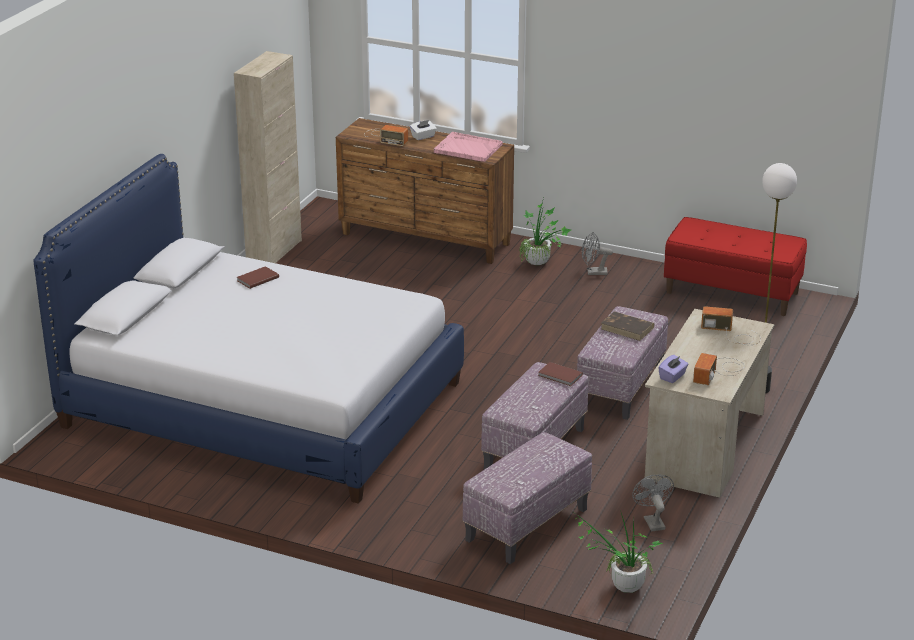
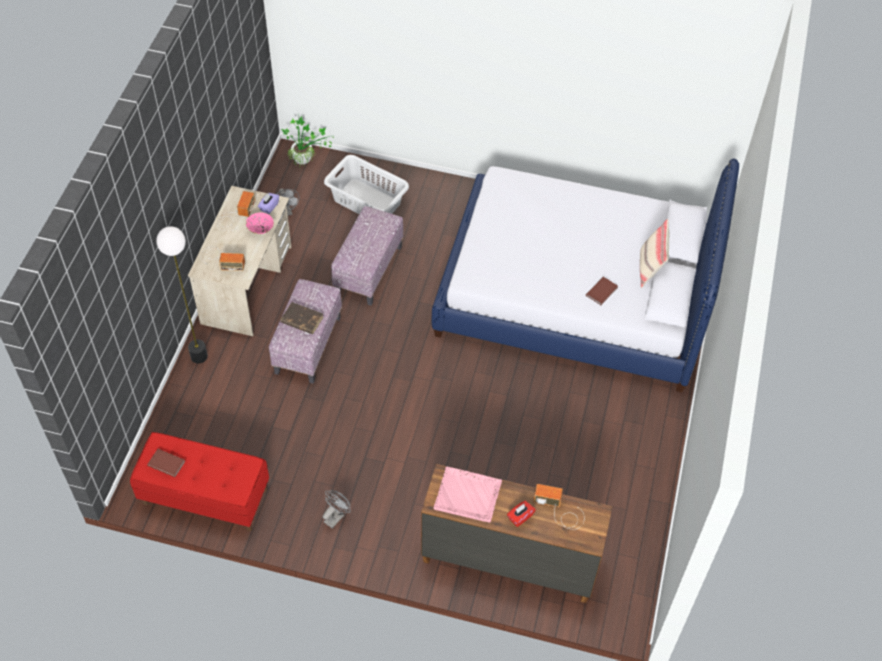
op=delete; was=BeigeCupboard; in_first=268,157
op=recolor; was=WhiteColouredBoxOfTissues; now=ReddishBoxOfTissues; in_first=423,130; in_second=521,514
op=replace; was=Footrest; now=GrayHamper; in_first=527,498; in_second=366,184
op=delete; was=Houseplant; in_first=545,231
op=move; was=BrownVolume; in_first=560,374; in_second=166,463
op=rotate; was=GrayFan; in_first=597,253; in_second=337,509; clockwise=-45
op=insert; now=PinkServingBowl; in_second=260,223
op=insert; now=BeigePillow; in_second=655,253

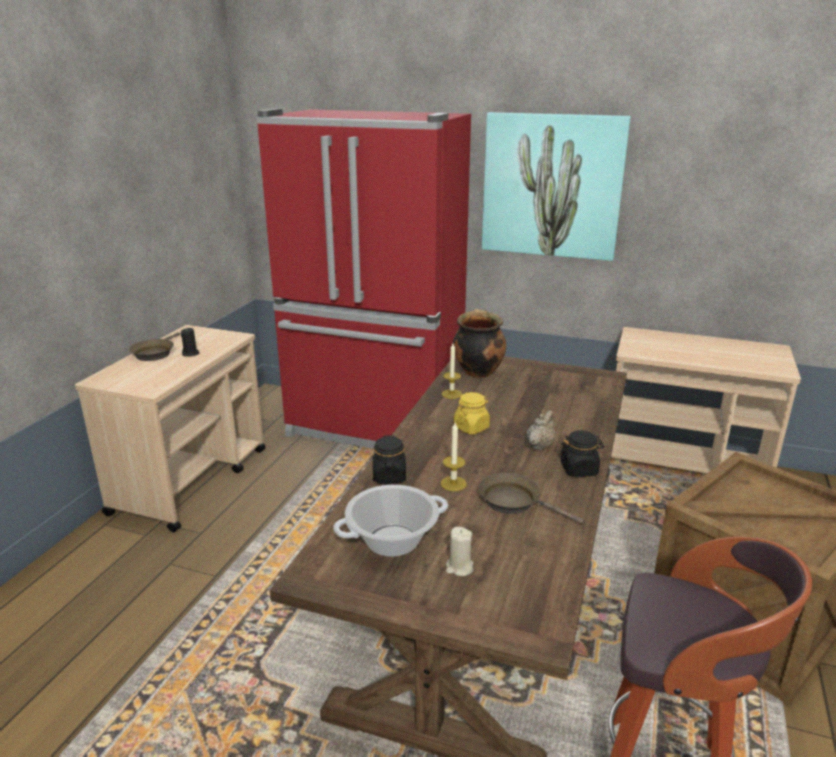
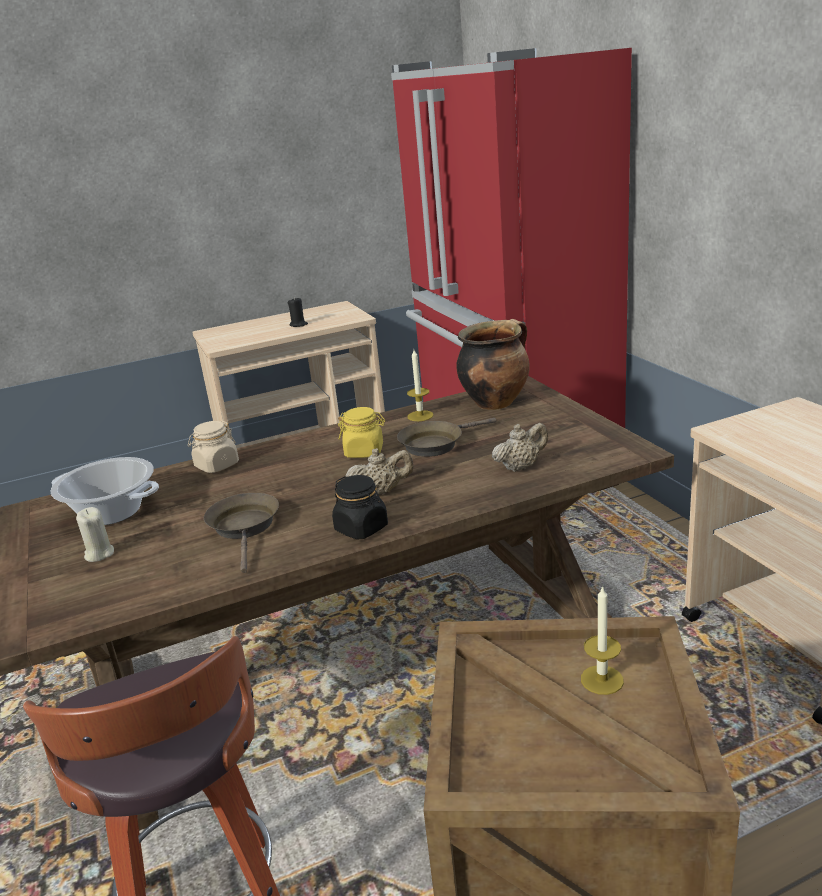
op=move; was=BrownFryingPan; in_first=154,346; in_second=447,437
op=recolor; was=BlackColouredStorageJar; now=BeigeStorageJar; in_first=389,459; in_second=213,447
op=move; was=WaxCandle; in_first=454,457; in_second=602,640
op=delete; was=WallArt; in_first=556,186
op=insert; now=BeigeTeapot; in_second=520,447

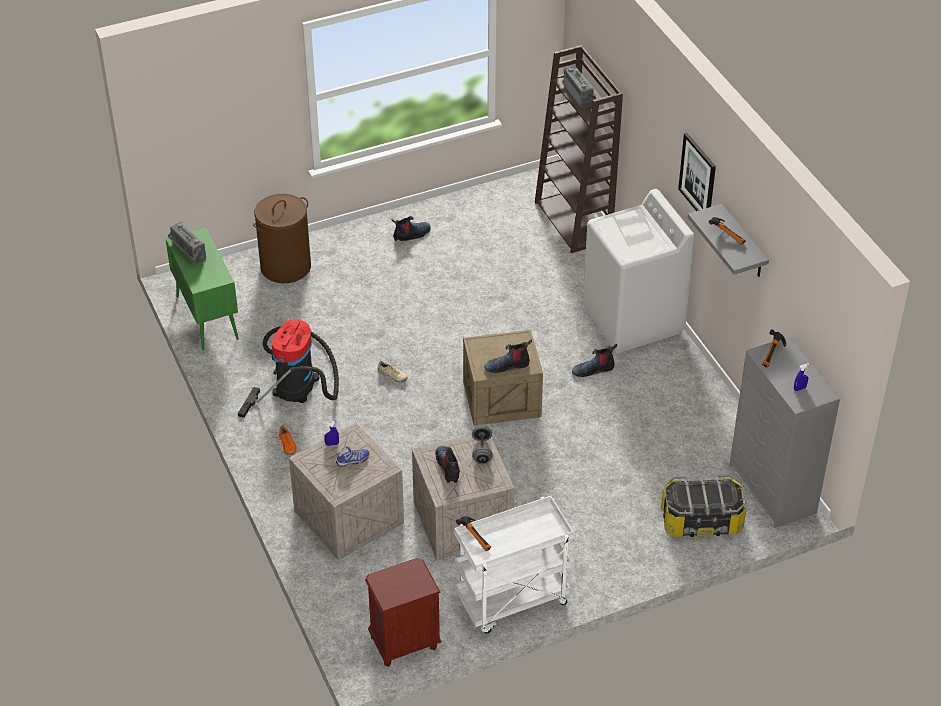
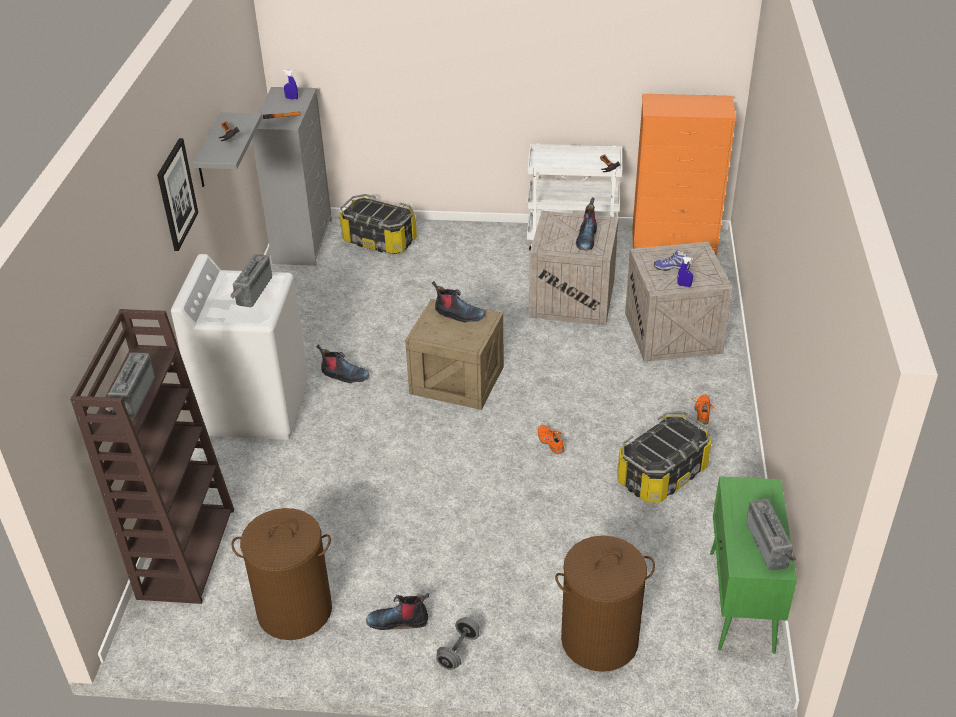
op=replace; was=Hoover; now=StorageContainer; in_first=288,368; in_second=664,457
op=replace; was=BrownNightstand; now=OrangeColouredDresser; in_first=403,612; in_second=684,174
op=recolor; was=BeigeLowShoe; now=OrangeColouredLowShoe; in_first=393,371; in_second=552,439
op=move; was=GrayDumbbell; in_first=482,444; in_second=458,643
op=insert; now=Radio; in_second=251,280
op=insert; now=BrownHamper; in_second=281,574

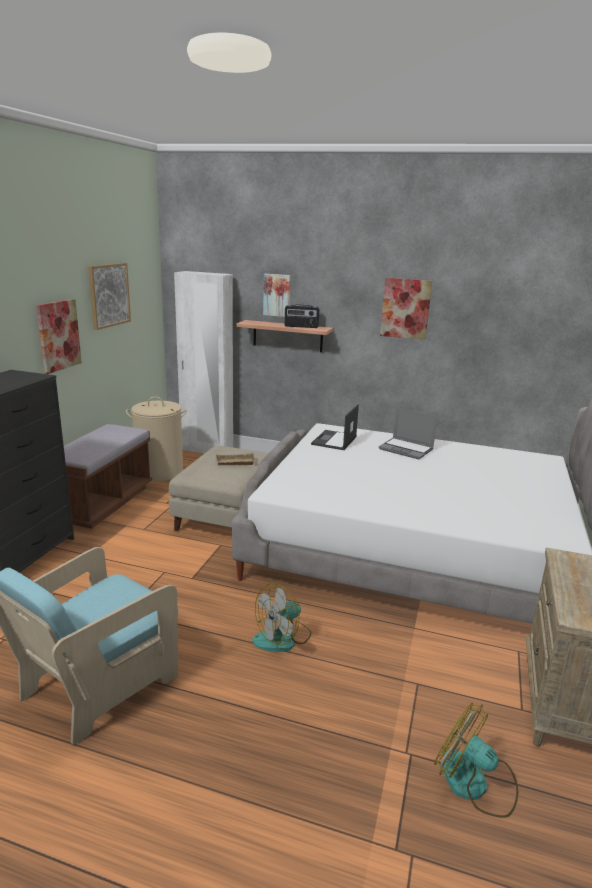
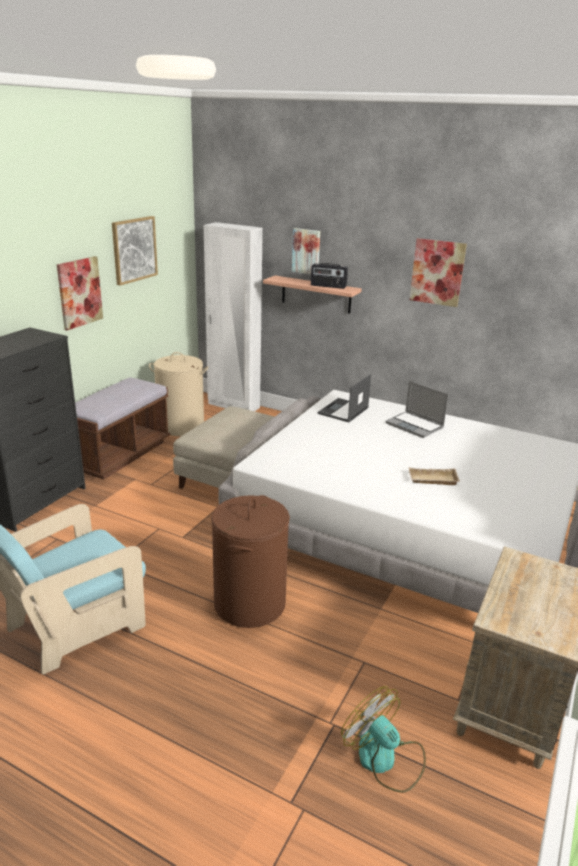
op=move; was=BeigeCarryingTray; in_first=235,459; in_second=434,476
op=replace; was=Fan; now=BrownHamper; in_first=281,617; in_second=250,561

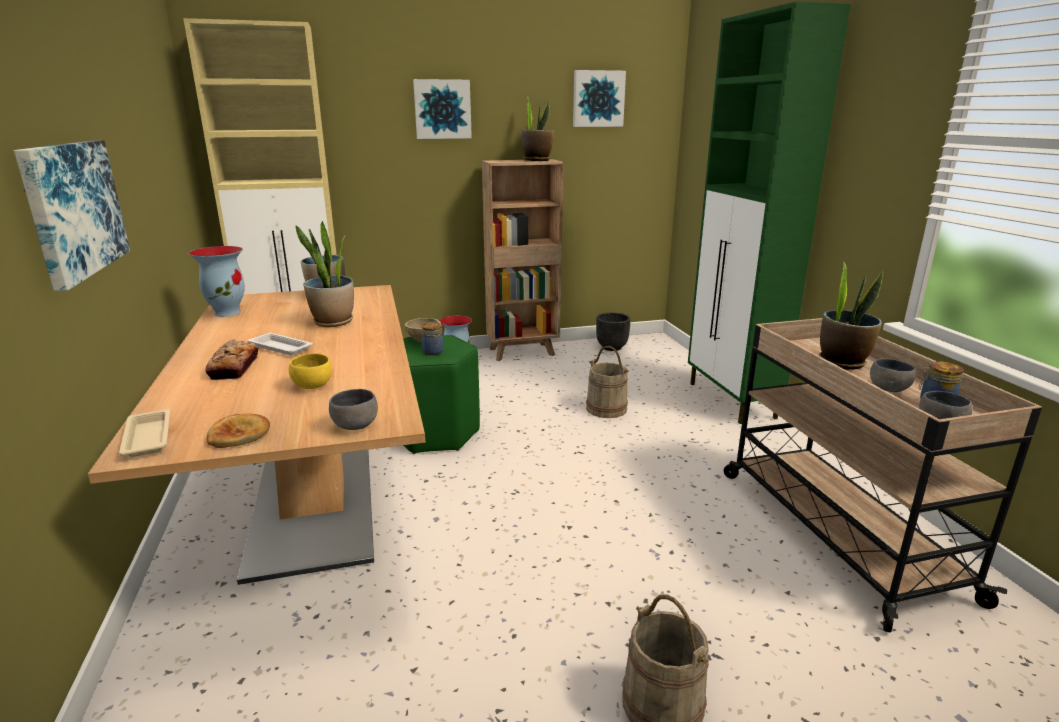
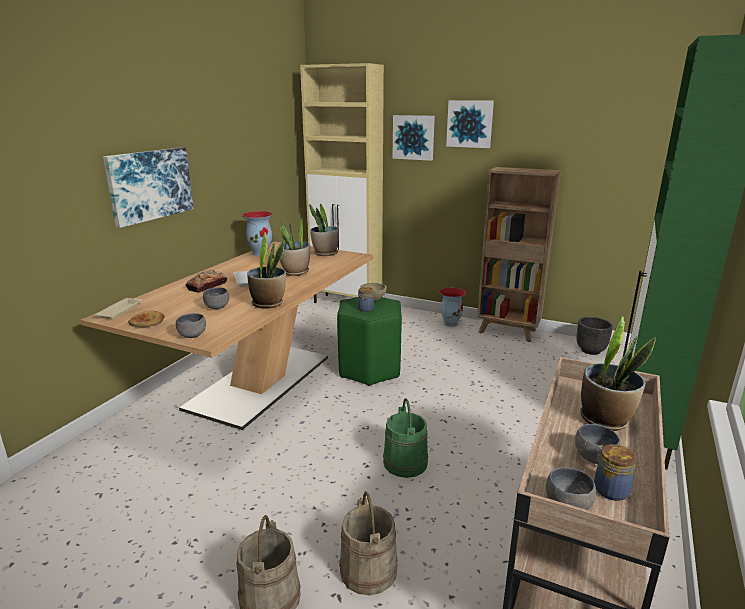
op=recolor; was=YellowColouredServingBowl; now=GrayServingBowl; in_first=310,371; in_second=216,298
op=move; was=Houseplant; in_first=537,128; in_second=266,270
op=move; was=WallArt; in_first=599,98; in_second=413,138
op=move; was=BeigePail; in_first=607,382; in_second=368,543
op=insert; now=GreenPail; in_second=405,438

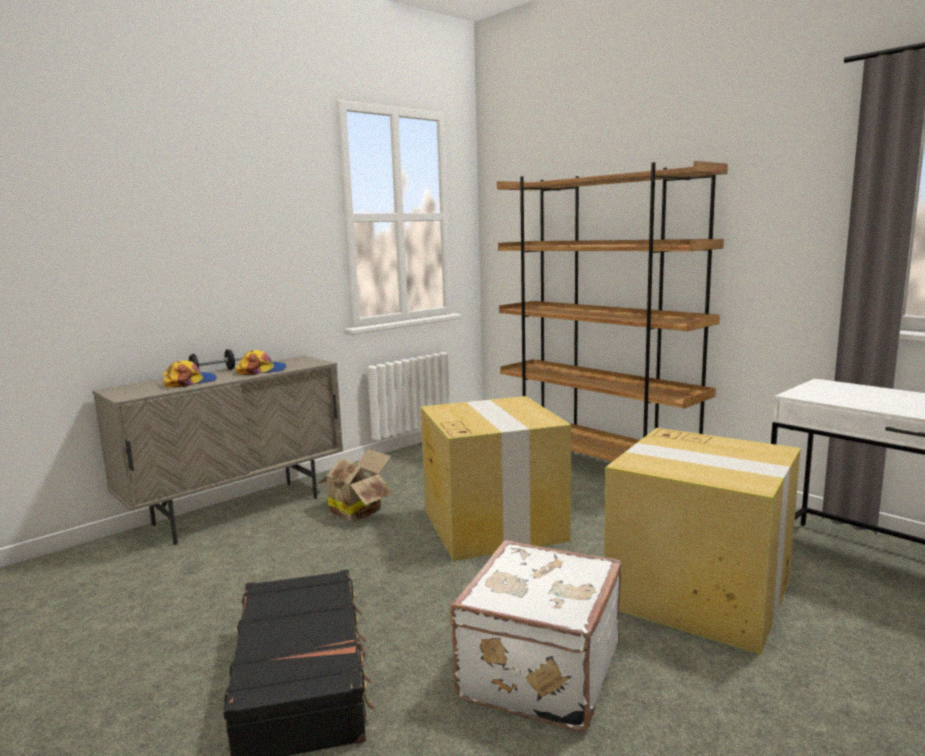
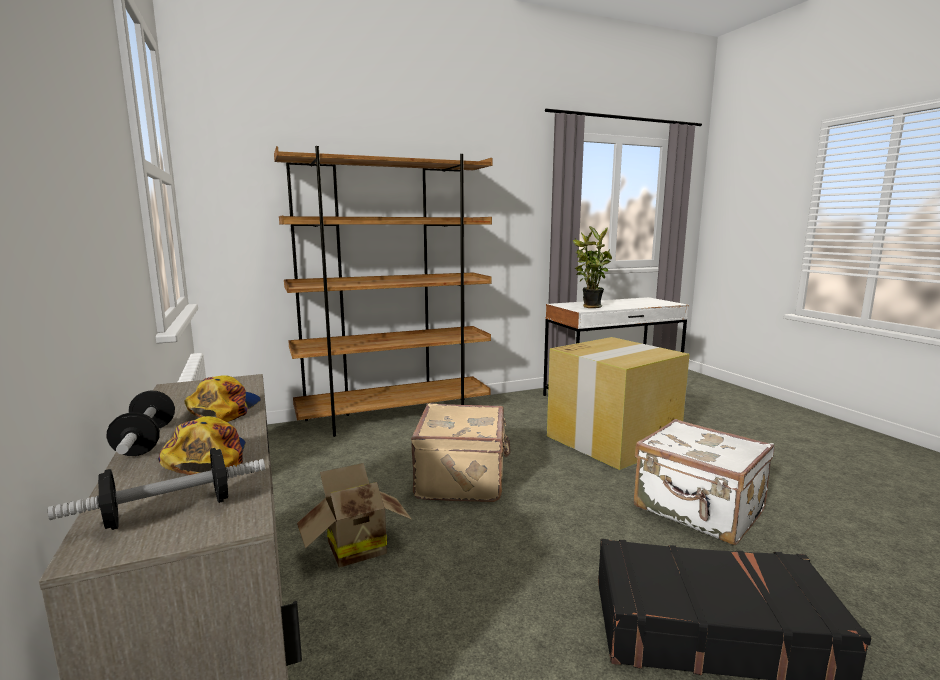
op=replace; was=CardboardBox; now=BeigeSuitcase; in_first=496,478; in_second=461,452
op=insert; now=Dumbbell; in_second=156,489
op=insert; now=Houseplant; in_second=592,267

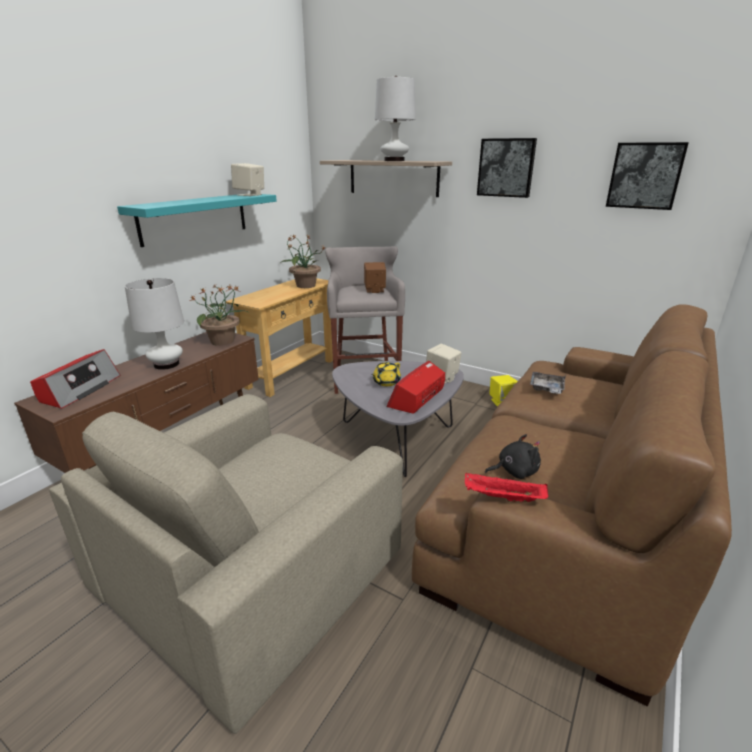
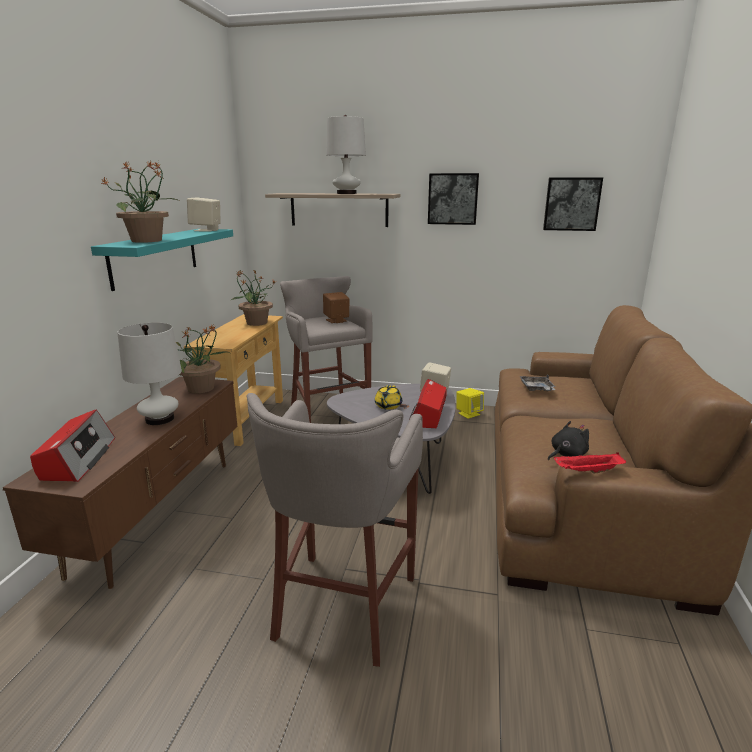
op=replace; was=BeigeArmchair; now=GrayStoolSeat; in_first=226,564; in_second=335,530
op=insert; now=Houseplant; in_second=140,202

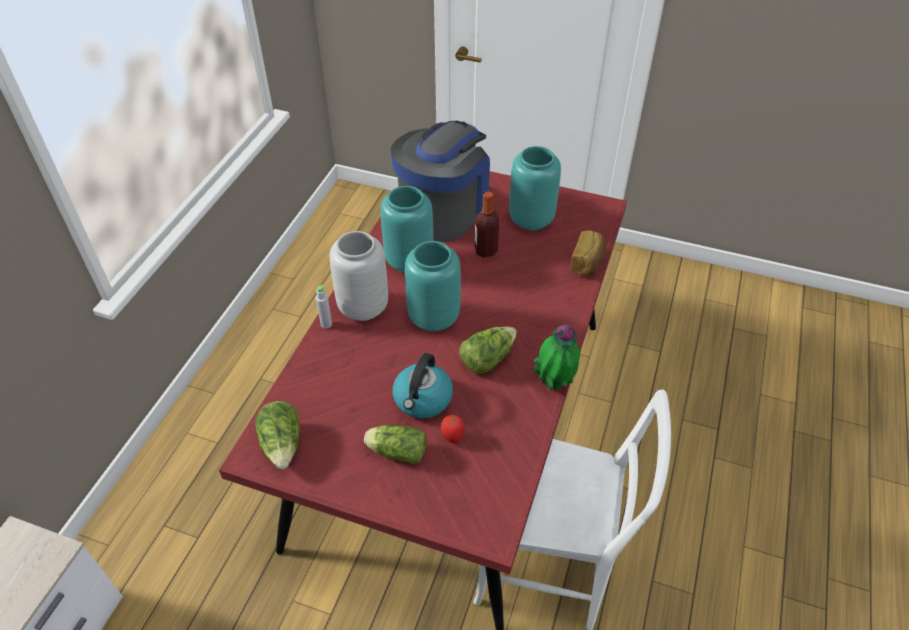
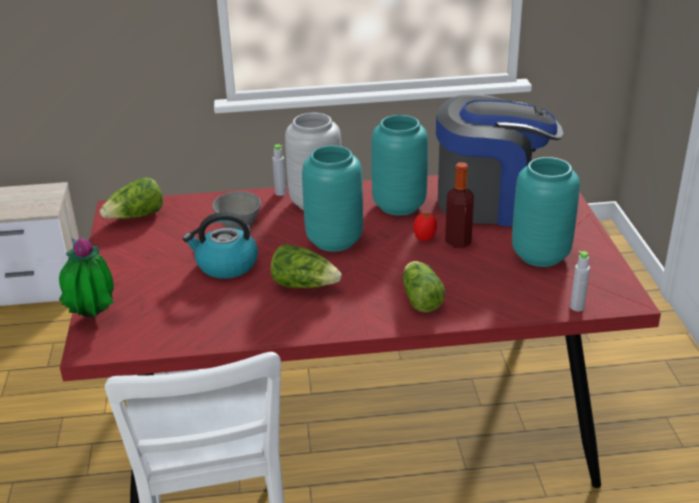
op=move; was=Lettuce; in_first=395,444; in_second=424,286
op=move; was=WholeTomato; in_first=453,429; in_second=425,227
op=move; was=Houseplant; in_first=556,357; in_second=86,277
op=delete; was=Bread; in_first=588,253
op=insert; now=GrayServingBowl; in_second=236,211
op=insert; now=GrayBottle; in_second=580,281

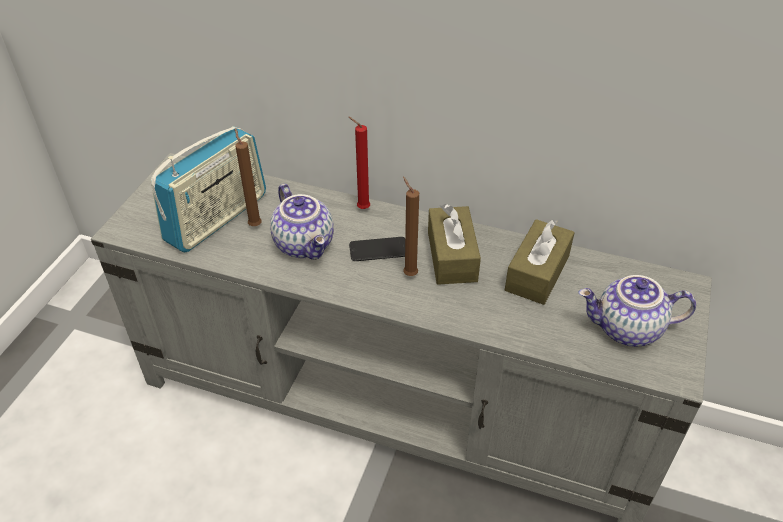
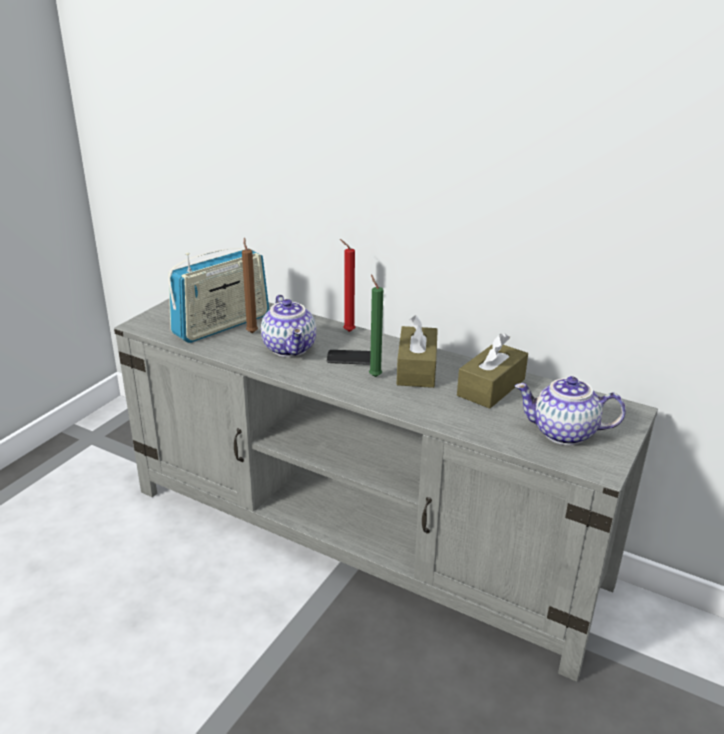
op=recolor; was=BrownWaxCandle; now=GreenWaxCandle; in_first=411,226; in_second=376,326

